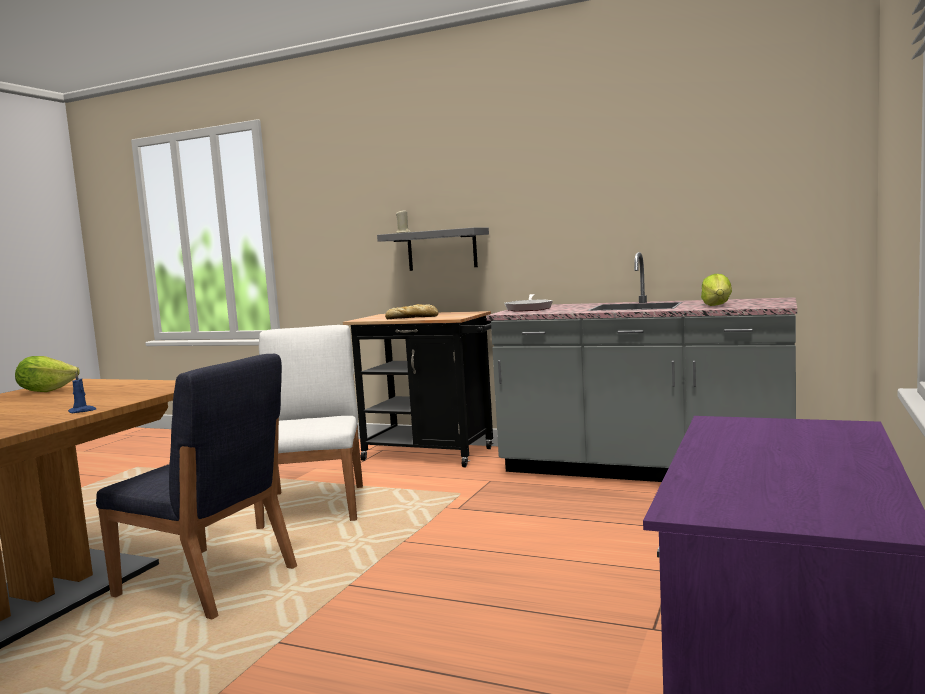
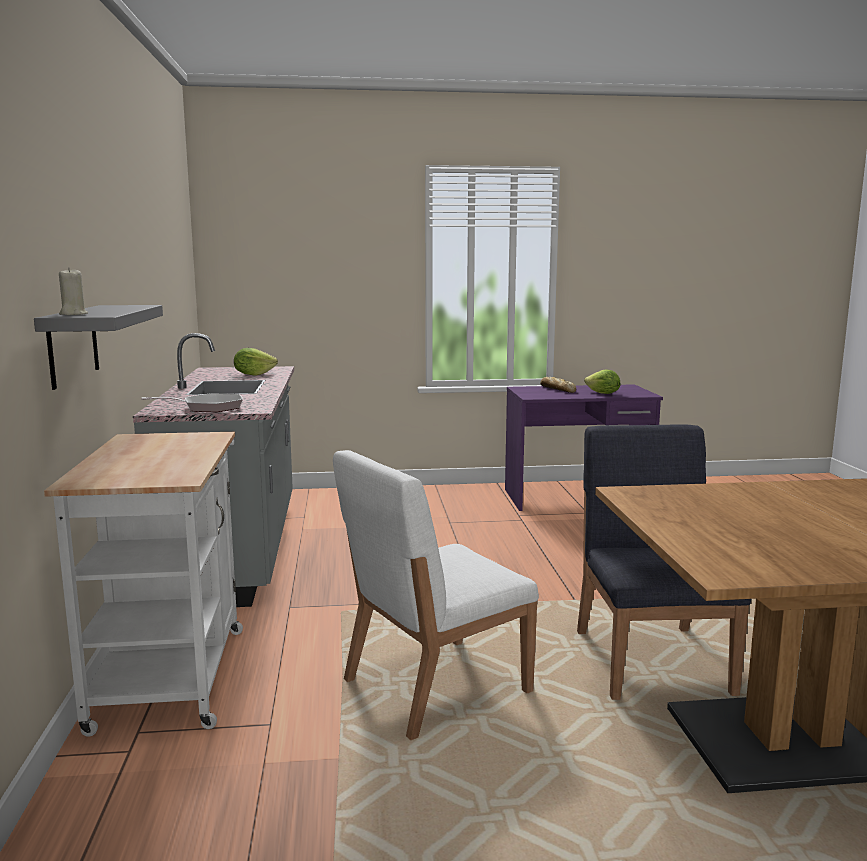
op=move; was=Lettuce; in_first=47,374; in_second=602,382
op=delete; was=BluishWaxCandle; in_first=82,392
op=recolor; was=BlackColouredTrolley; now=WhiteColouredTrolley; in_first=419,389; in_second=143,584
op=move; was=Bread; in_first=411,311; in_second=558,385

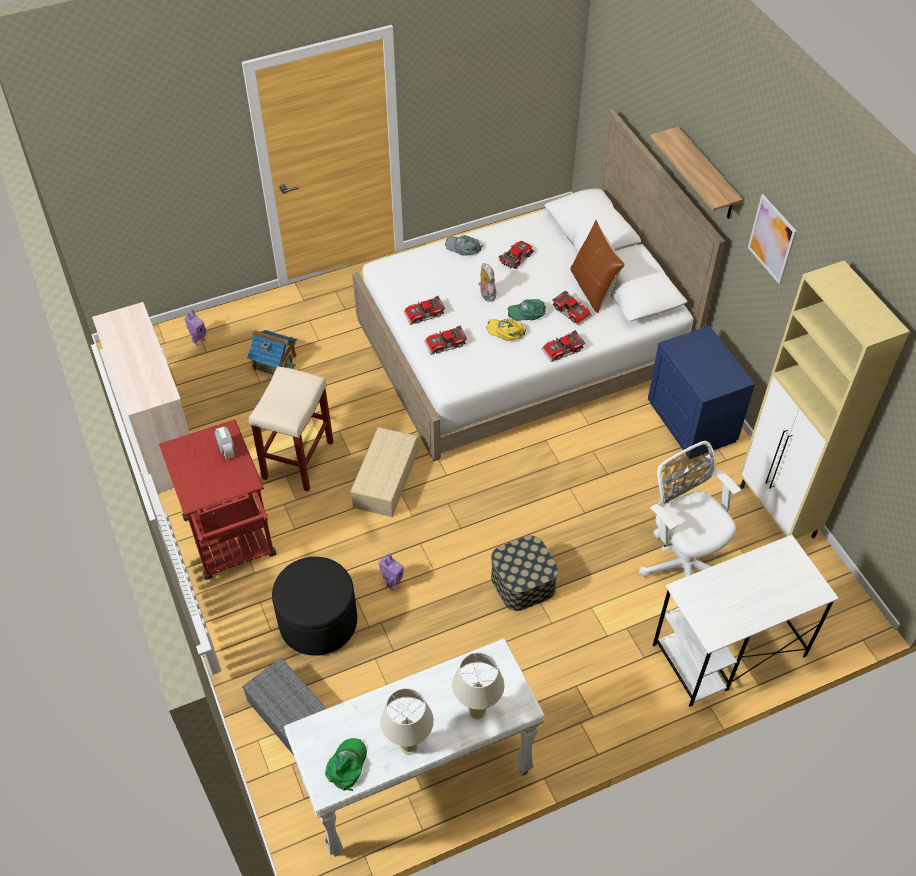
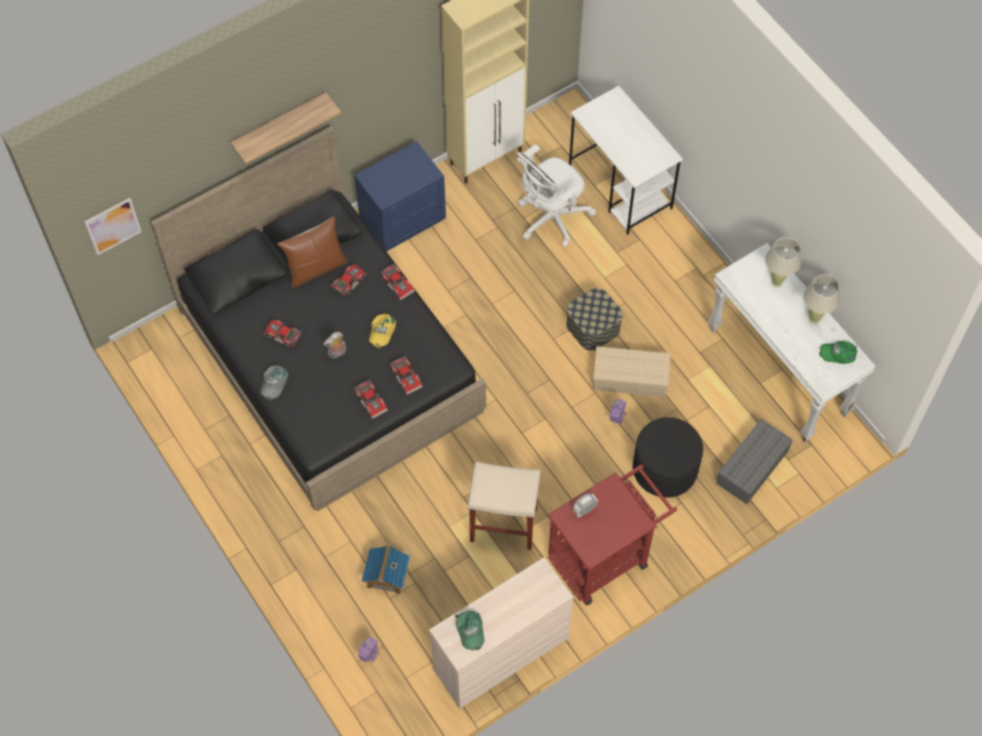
op=move; was=BeigeStorageContainer; in_first=384,472; in_second=632,371
op=recolor; was=WhiteColouredBed; now=BlackColouredBed; in_first=538,285; in_second=318,318
op=move; was=GreenBaseballCap; in_first=527,310; in_second=469,630
op=move; was=WallArt; in_first=772,239; in_second=113,226

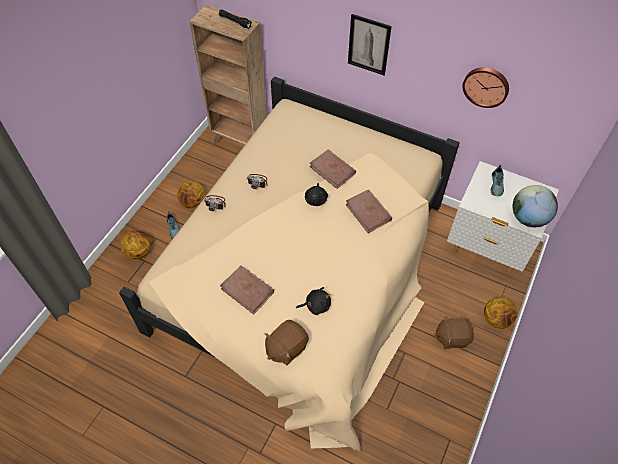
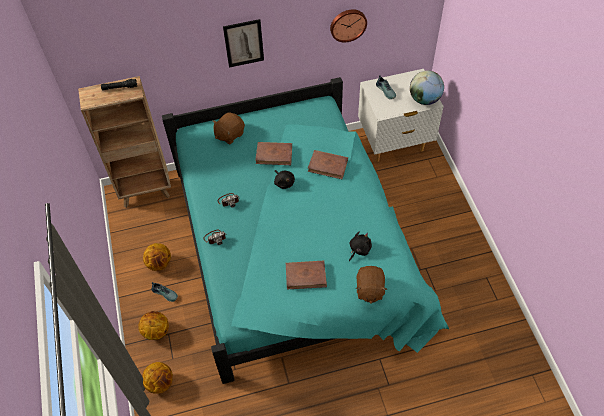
op=recolor; was=BeigeBed; now=TurquoiseColouredBed; in_first=289,264; in_second=305,230
op=move; was=BrownSoftToy; in_first=454,332; in_second=229,128
op=move; was=BallForBasketball; in_first=500,313; in_second=157,378

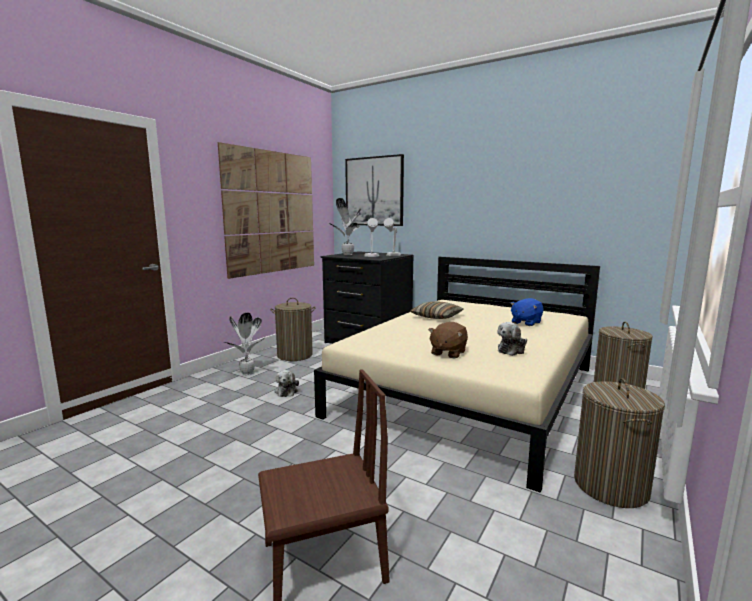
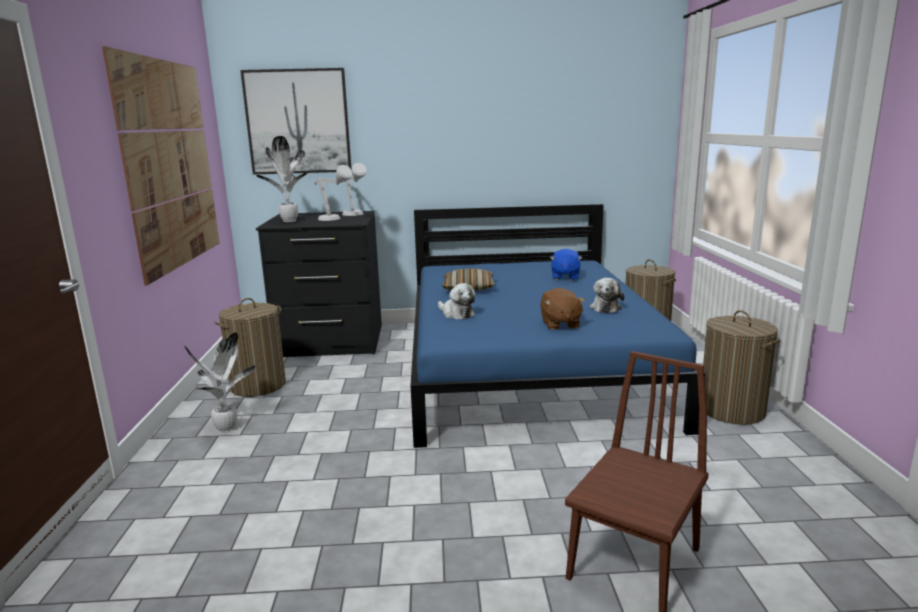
op=move; was=SoftToy; in_first=287,383; in_second=457,301
op=recolor; was=BeigeBed; now=BluishBed; in_first=457,374; in_second=558,326

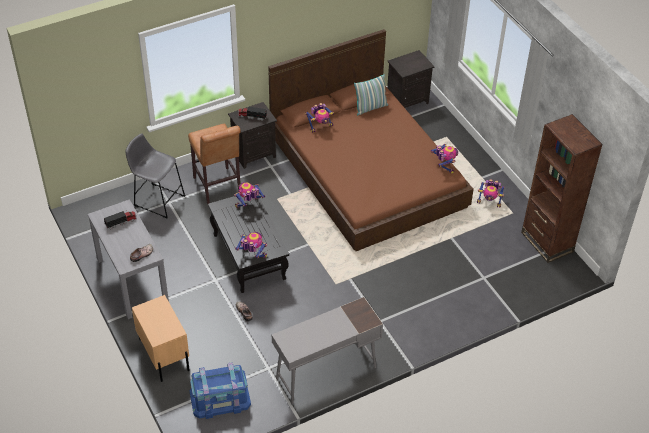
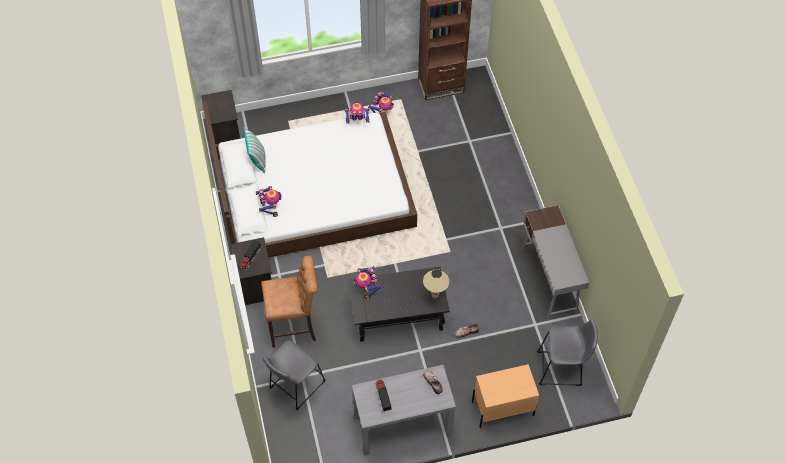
op=replace; was=BluishStorageContainer; now=GrayStoolSeat; in_first=220,390; in_second=567,352
op=replace; was=RobotFigure; now=BeigeLampForATable; in_first=251,245; in_second=436,284
op=recolor; was=BrownBed; now=WhiteColouredBed; in_first=371,140; in_second=309,179

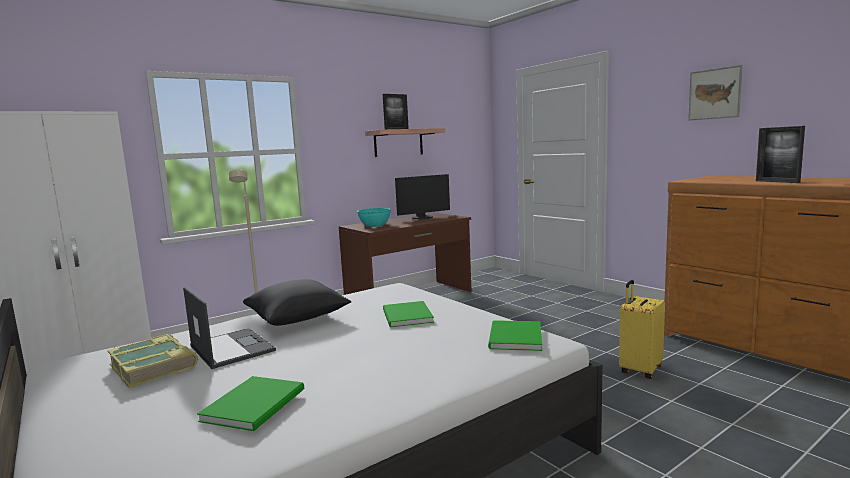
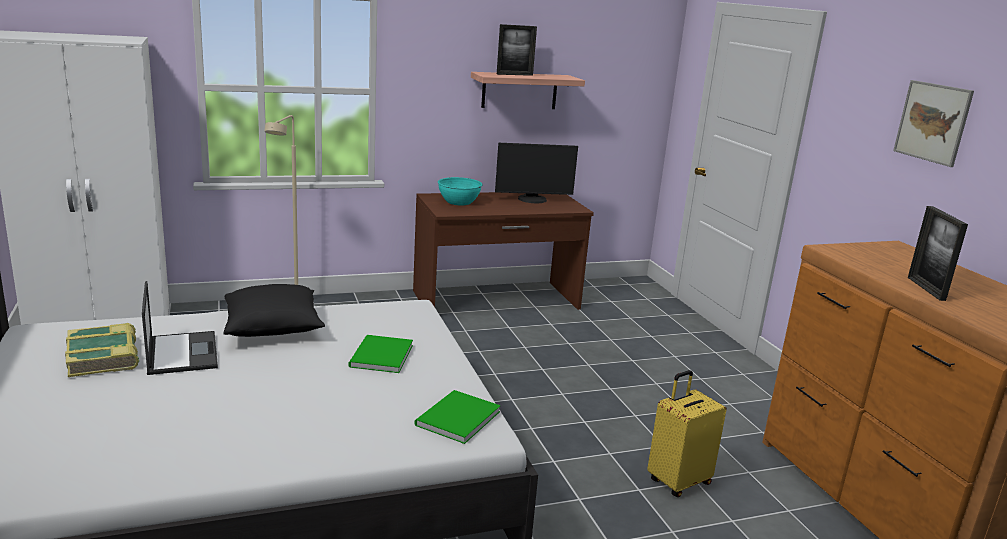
op=delete; was=GreenVolume; in_first=250,403

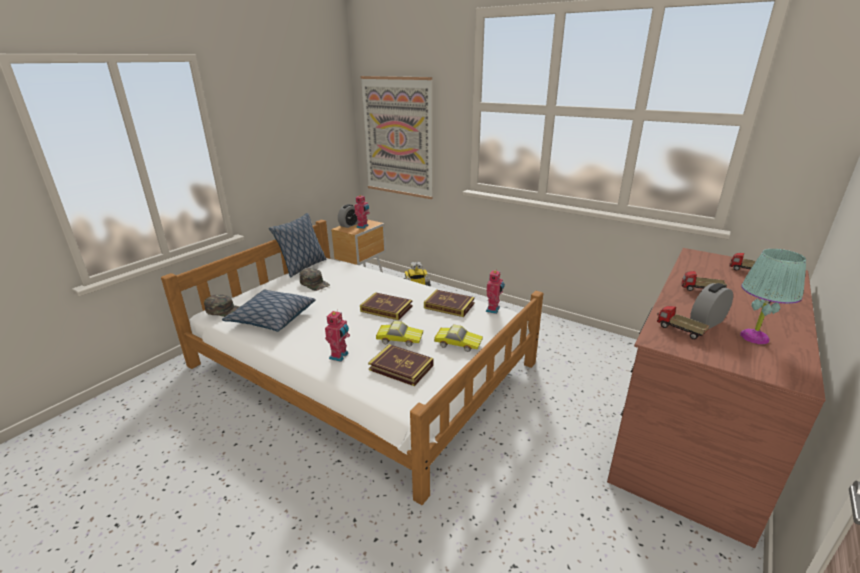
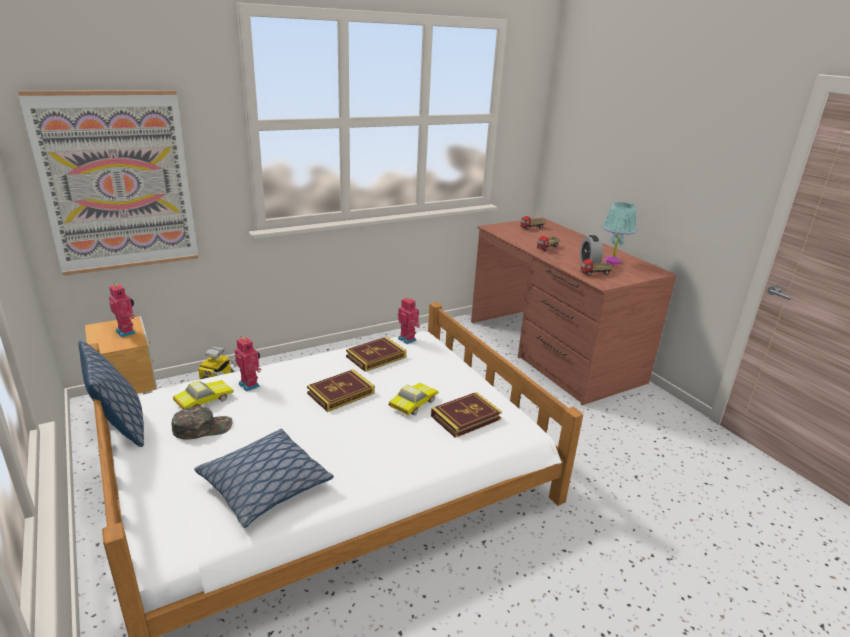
op=delete; was=GreenBaseballCap; in_first=222,305
op=move; was=RobotFigure; in_first=337,336; in_second=248,364
op=delete; was=BedsideClock; in_first=348,216
op=move; was=ToyCar; in_first=458,338; in_second=203,394

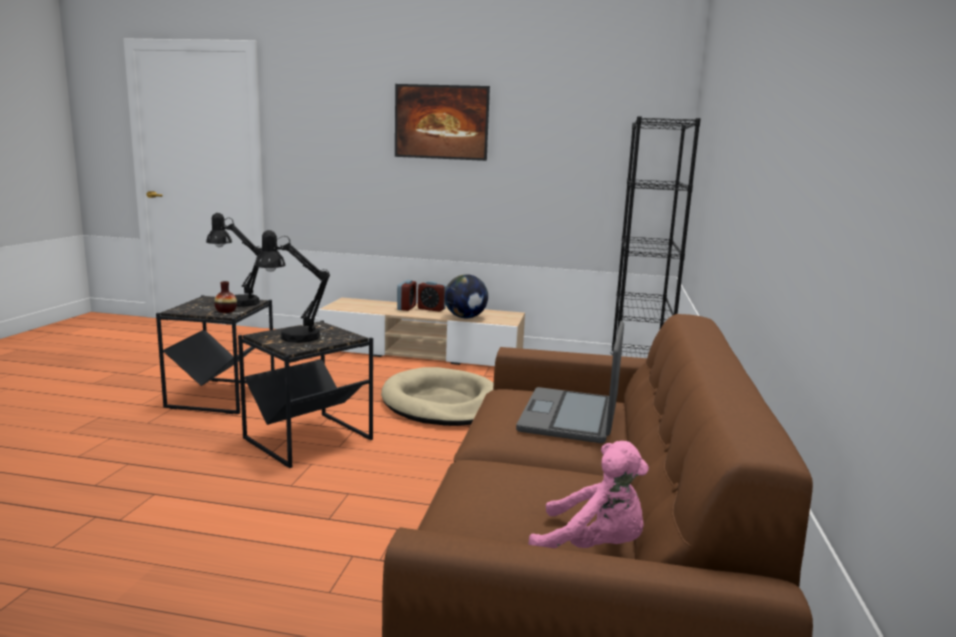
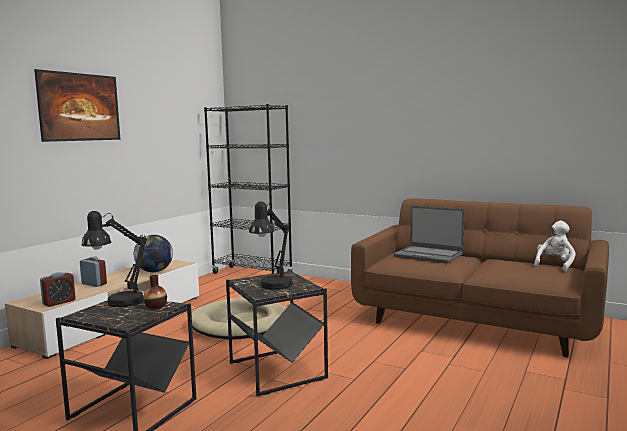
op=move; was=BedsideClock; in_first=432,296; in_second=58,289
op=recolor; was=PinkSoftToy; now=WhiteColouredSoftToy; in_first=589,494; in_second=555,246

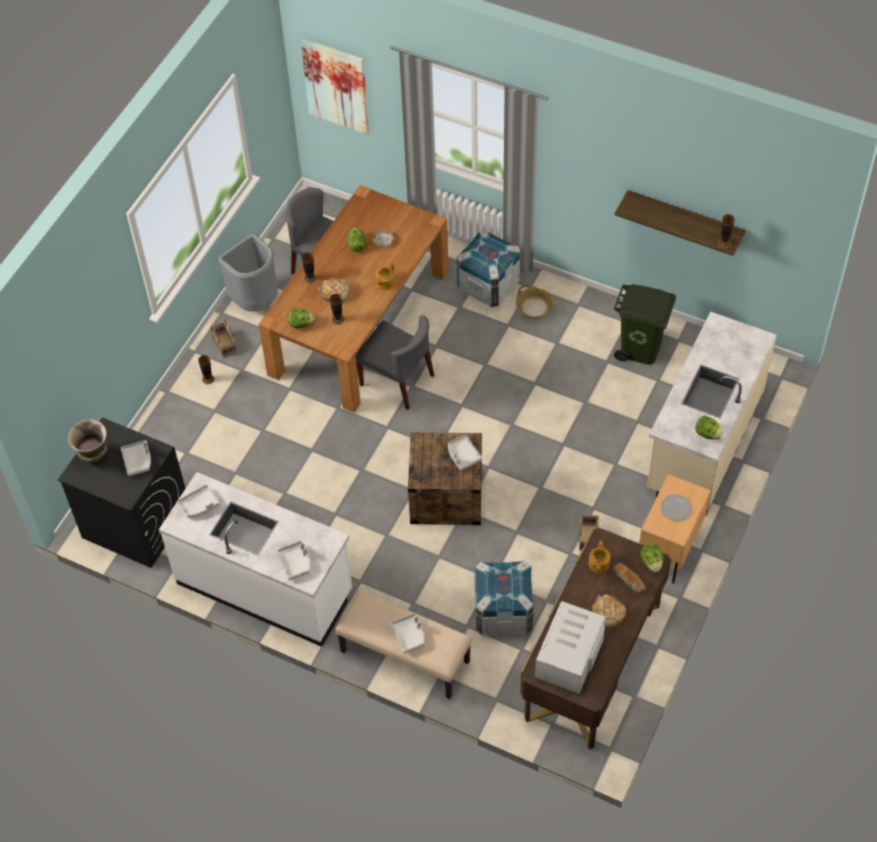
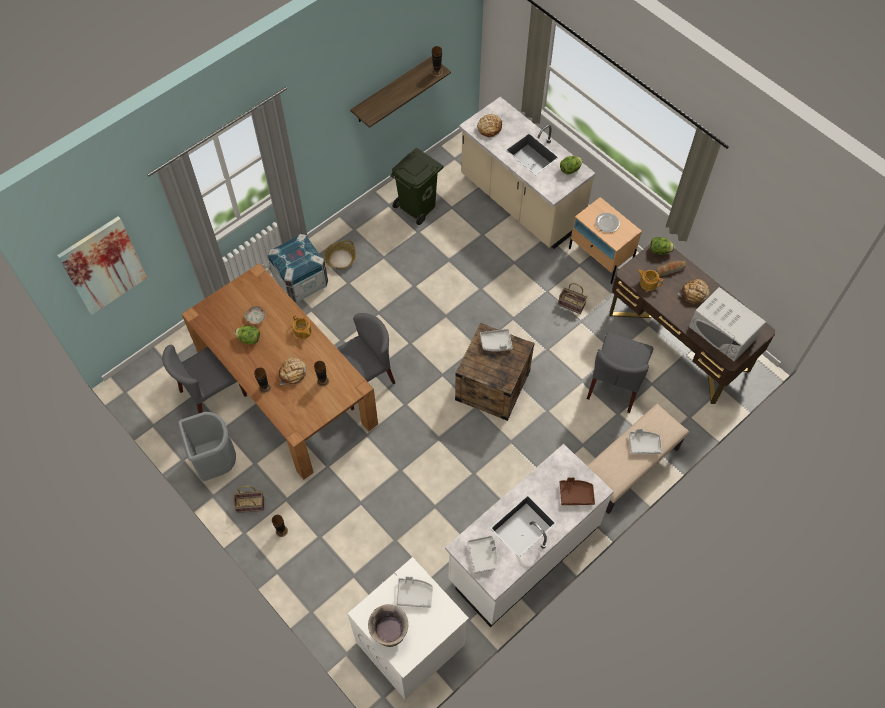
op=recolor; was=BlackColouredLaundryMachine; now=WhiteColouredLaundryMachine; in_first=122,493; in_second=408,628
op=recolor; was=GrayCarryingTray; now=BrownCarryingTray; in_first=293,560; in_second=577,491
op=delete; was=Lettuce; in_first=301,318
op=replace; was=PackingCrate; now=GrayPlainChair; in_first=504,598; in_second=620,372
op=insert; now=Bread; in_second=490,125

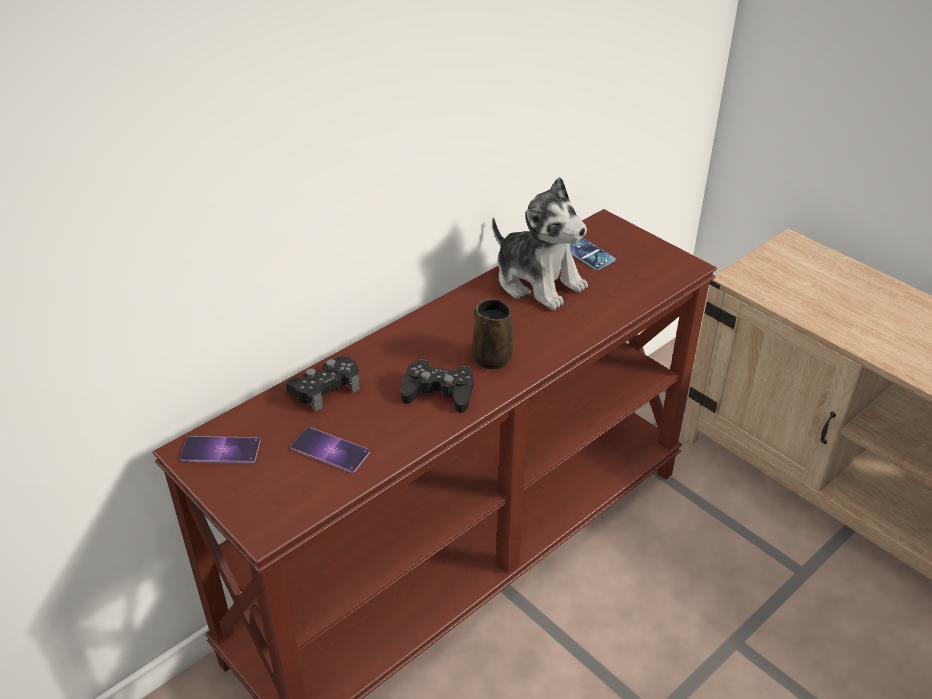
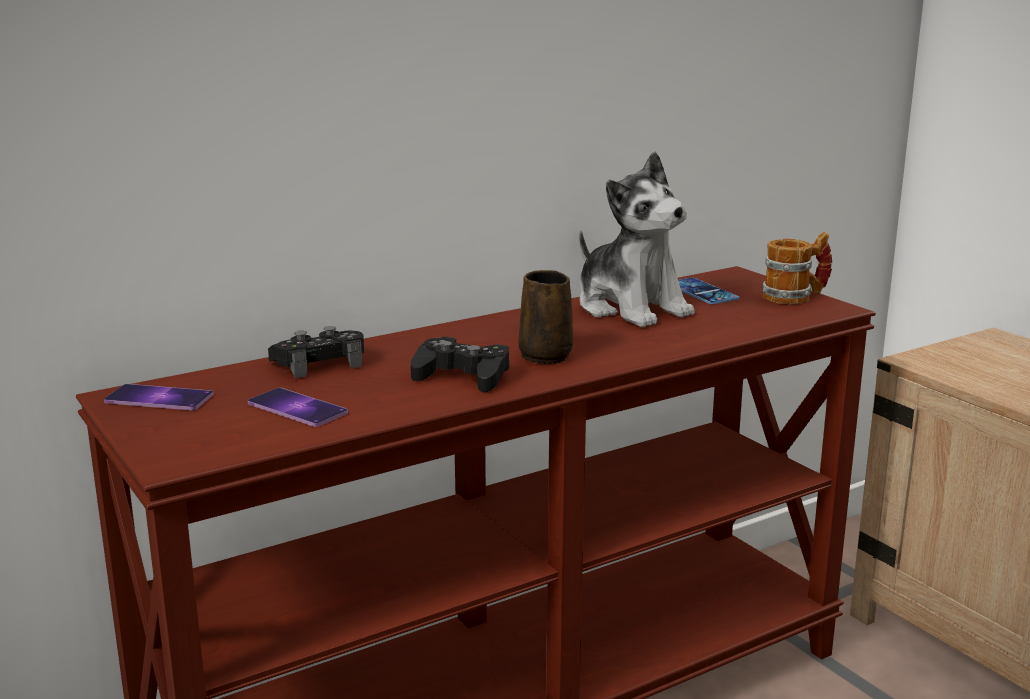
op=insert; now=Mug; in_second=797,268

